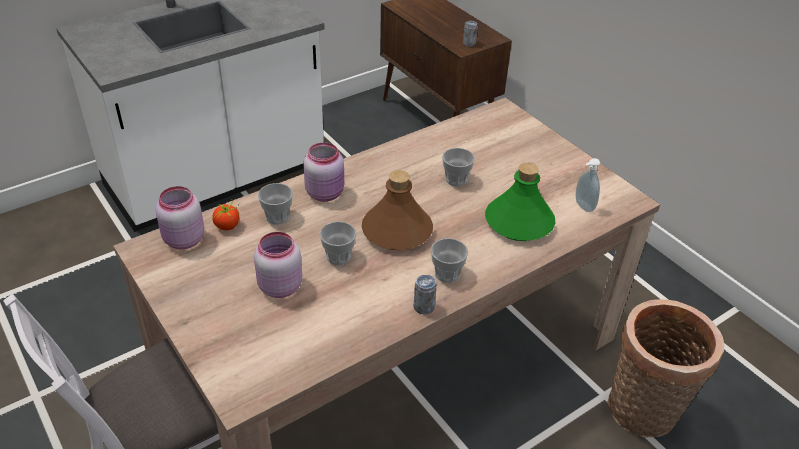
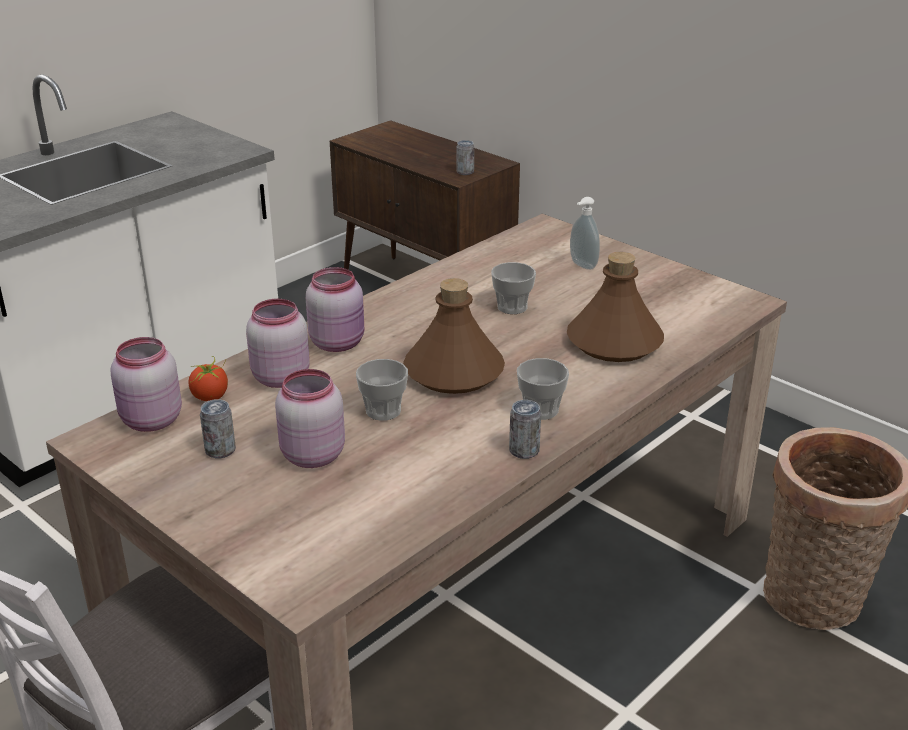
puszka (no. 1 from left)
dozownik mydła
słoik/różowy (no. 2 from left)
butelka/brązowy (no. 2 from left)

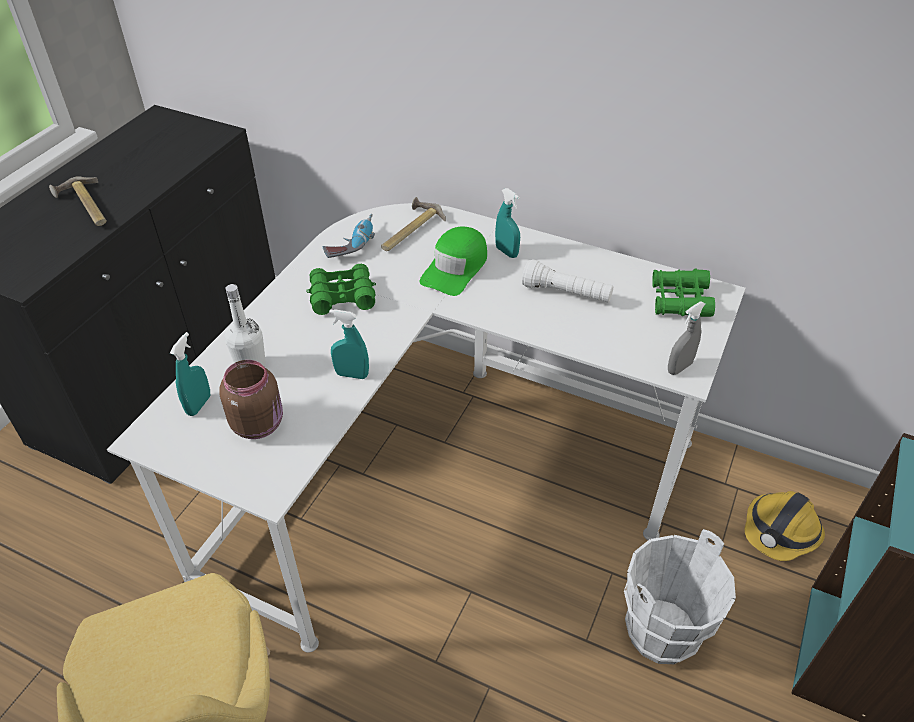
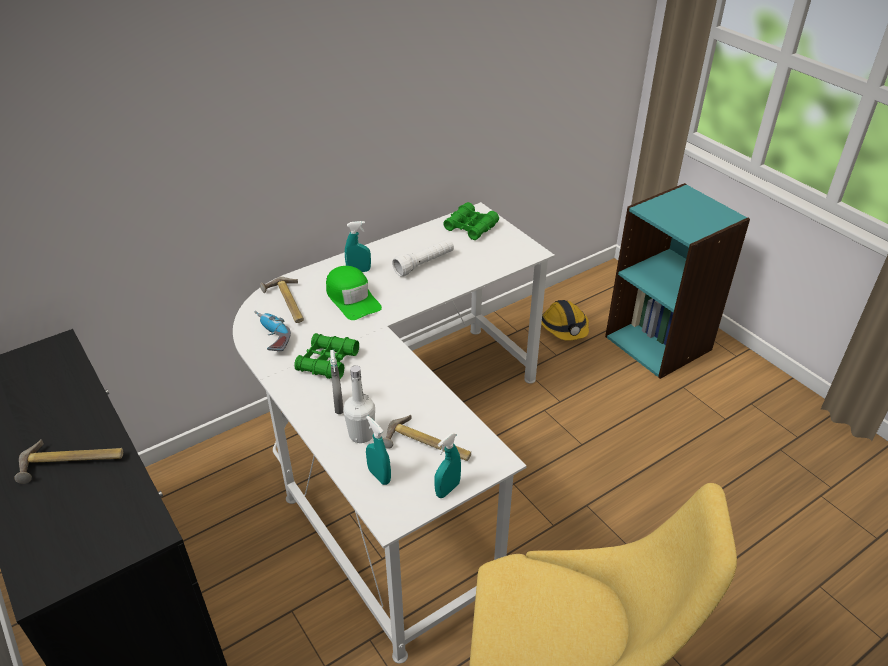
wiadro/biały
spryskiwacz/turkusowy (no. 3 from left)
spryskiwacz/szary
młotek (no. 3 from left)

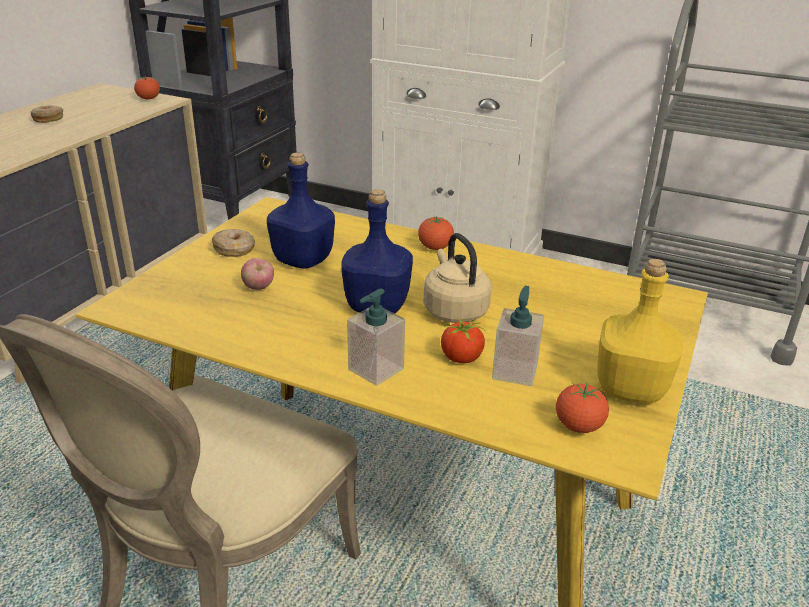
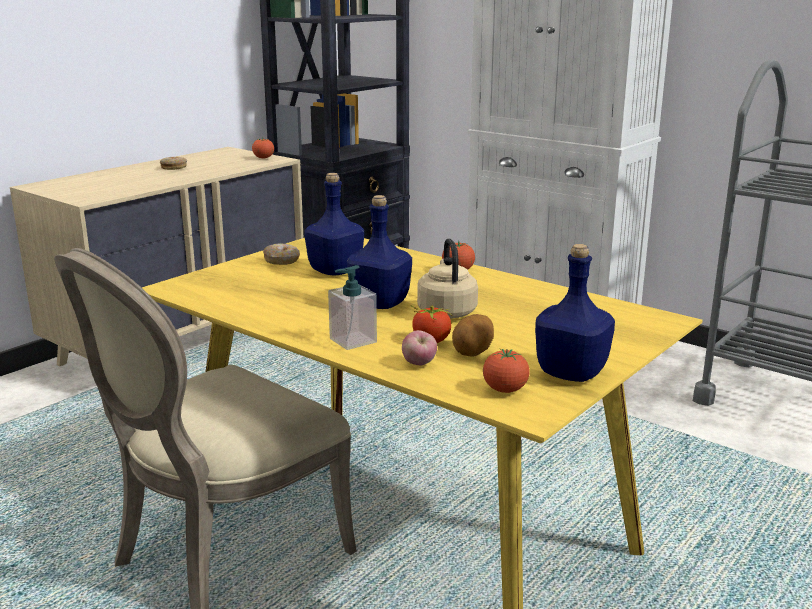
jabłko
ziemniak
butelka/niebieski (no. 3 from left)

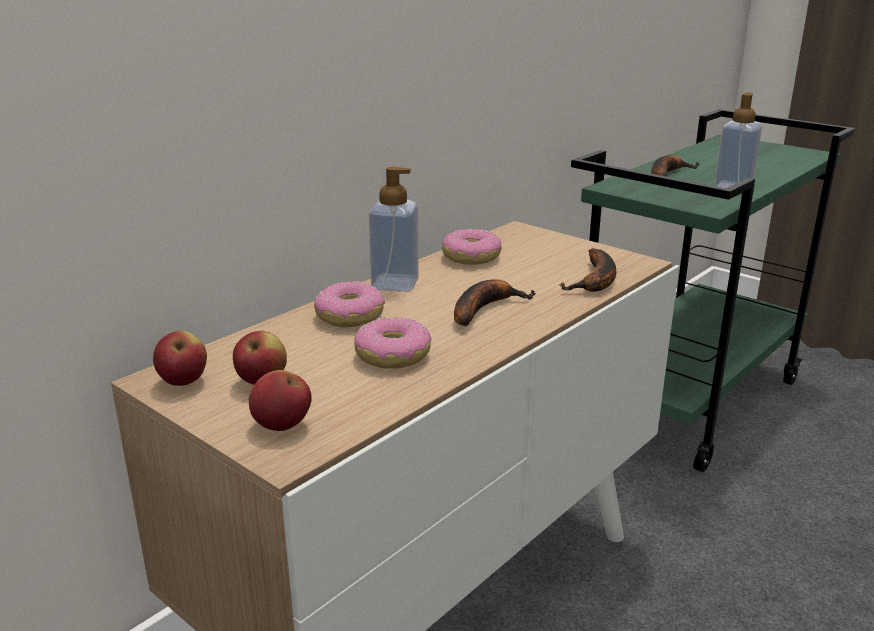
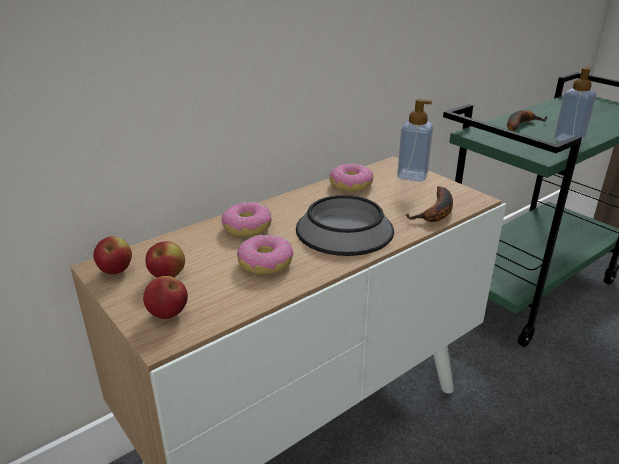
dozownik mydła (no. 1 from left)
miska

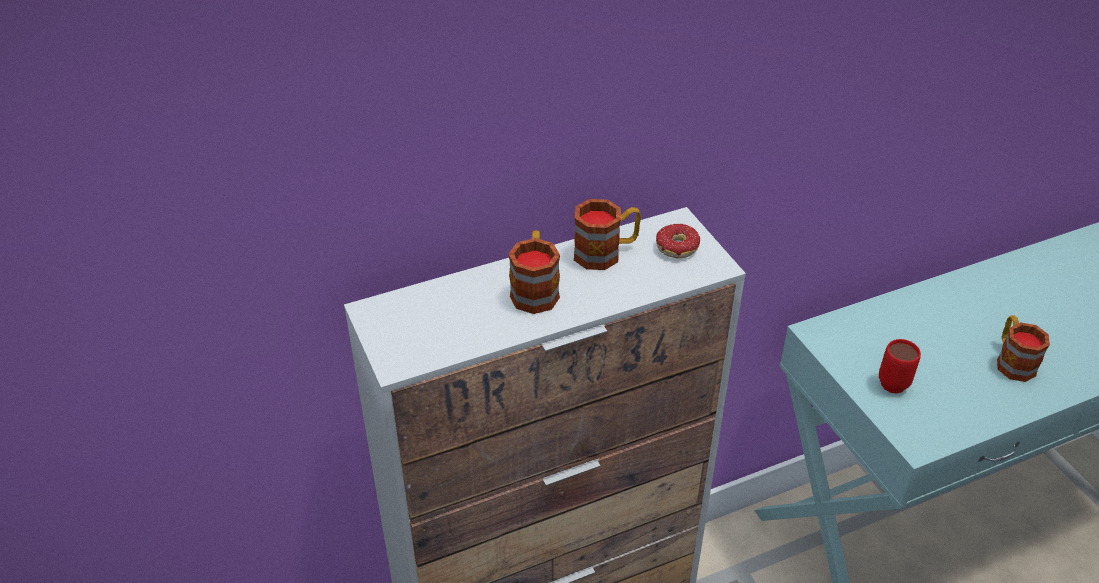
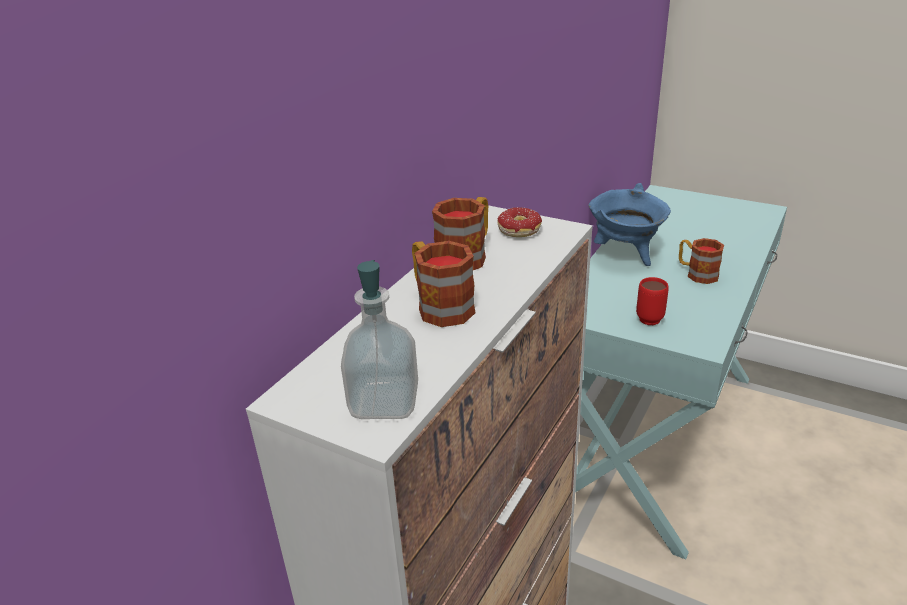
dozownik mydła
garnek/niebieski

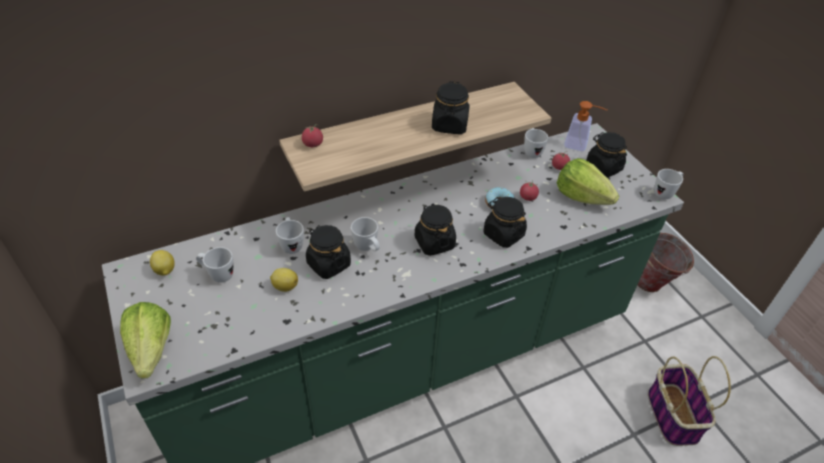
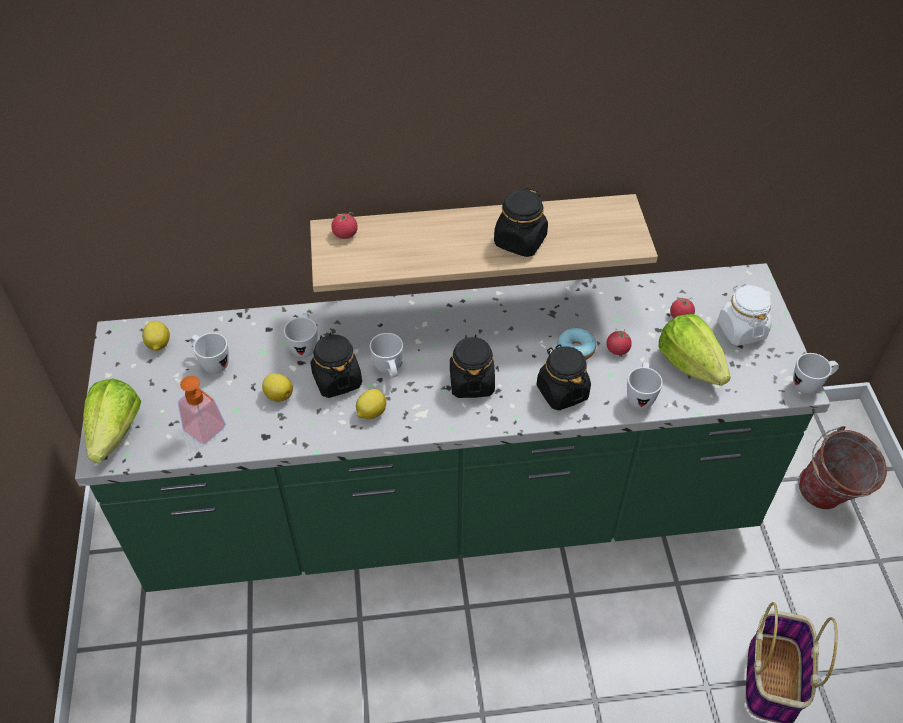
cytryna (no. 3 from left)
kubek/biały (no. 4 from left)
dozownik mydła
słoik/biały

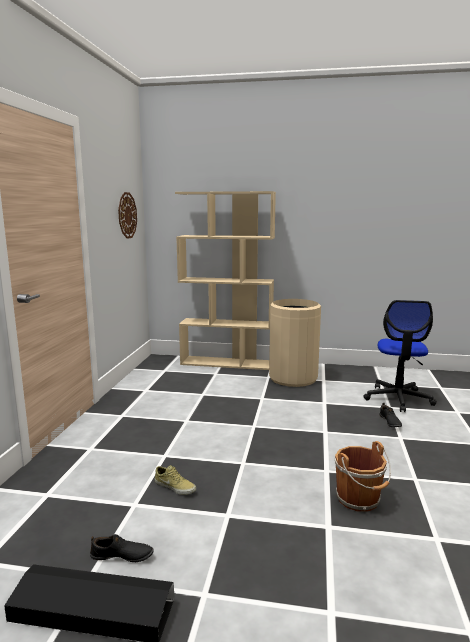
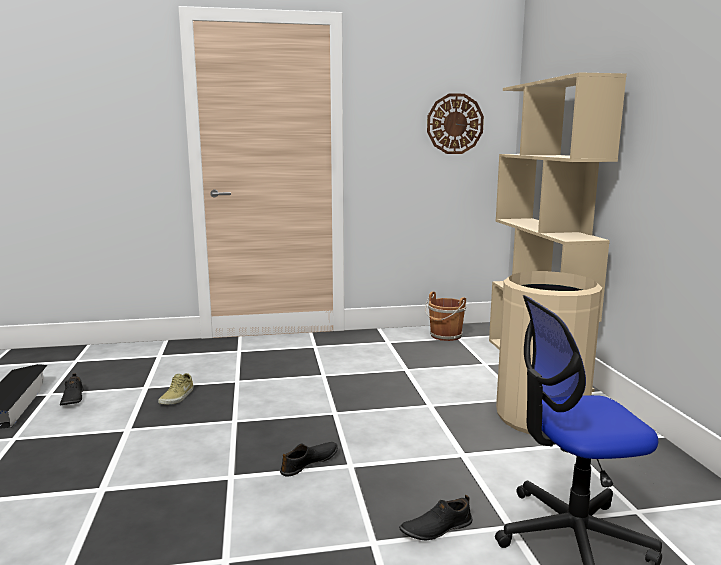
but/czarny (no. 2 from left)
wiadro/brązowy

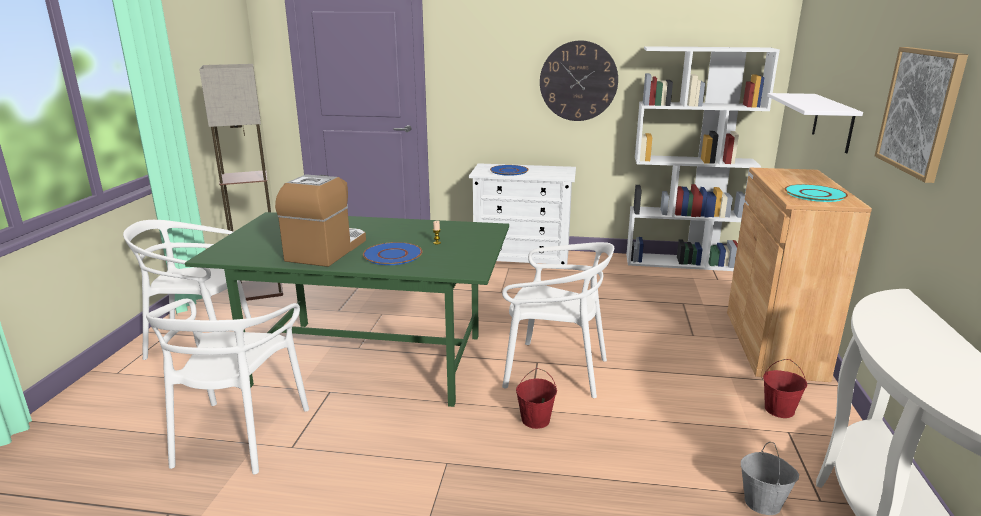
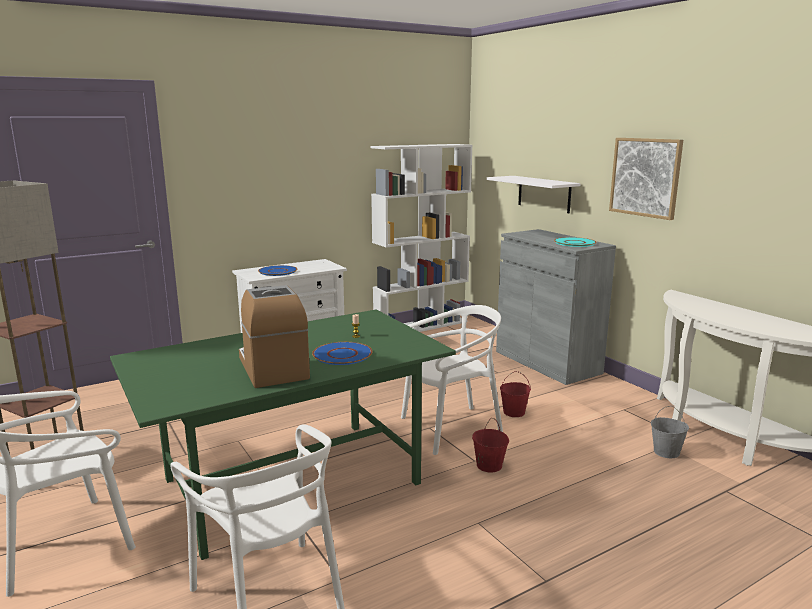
zegar ścienny
wiadro/czerwony (no. 2 from left)
szafka/szary

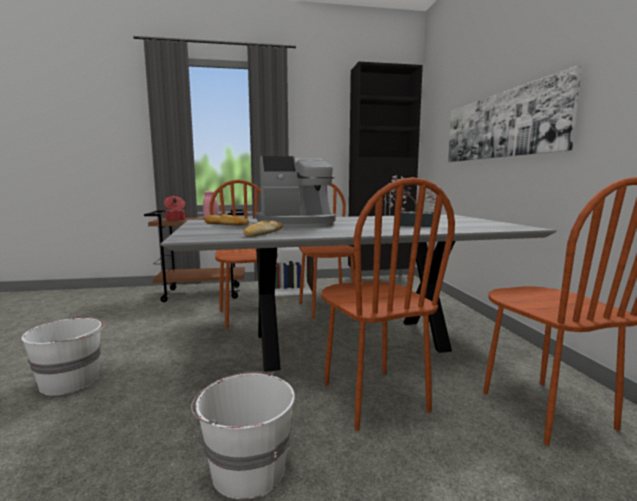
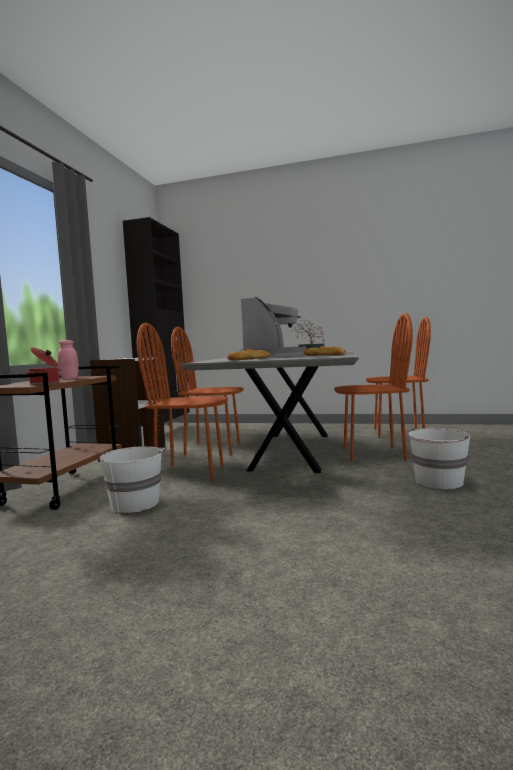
obraz
wiadro/biały (no. 1 from left)

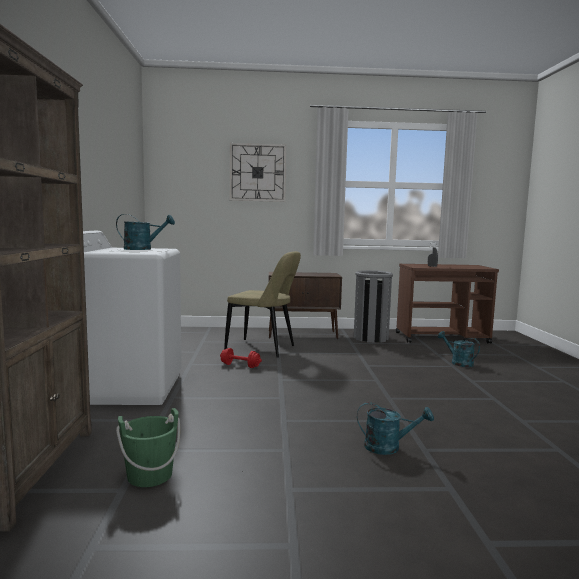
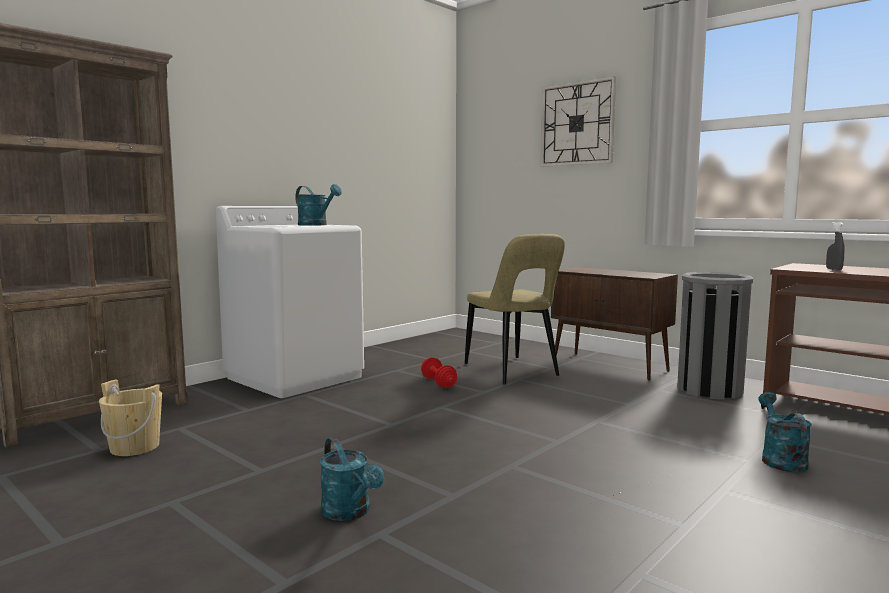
wiadro/beżowy

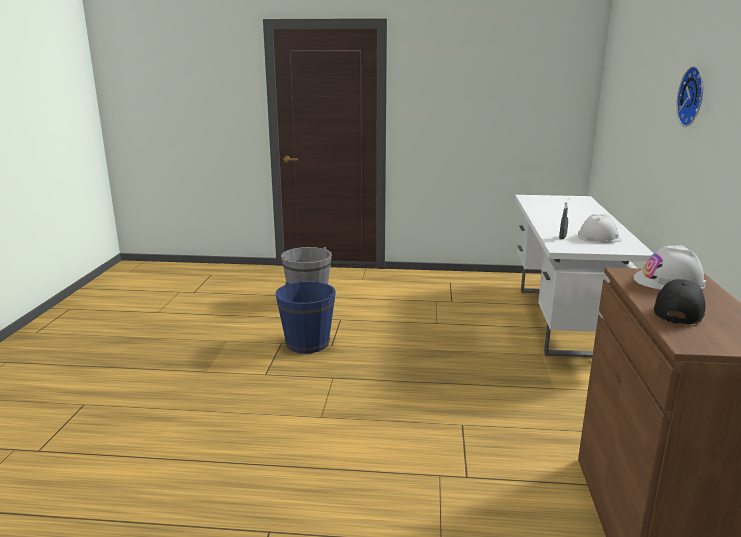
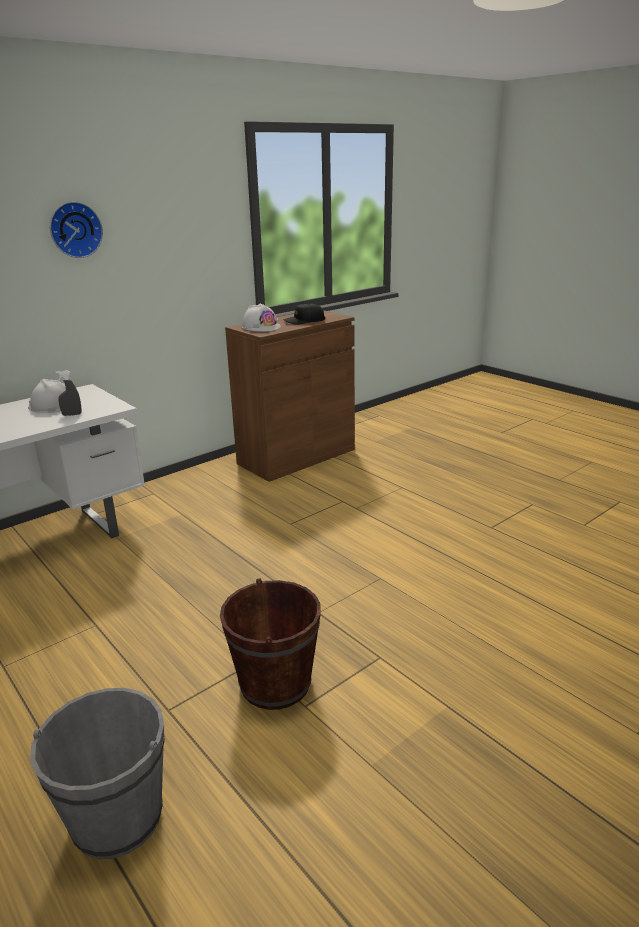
wiadro/brązowy

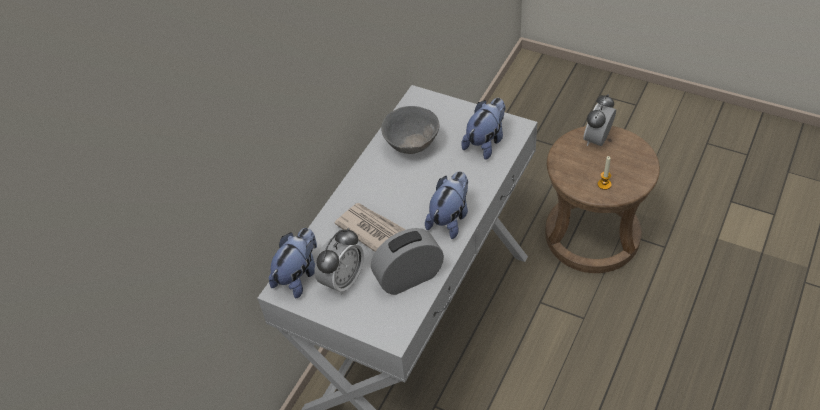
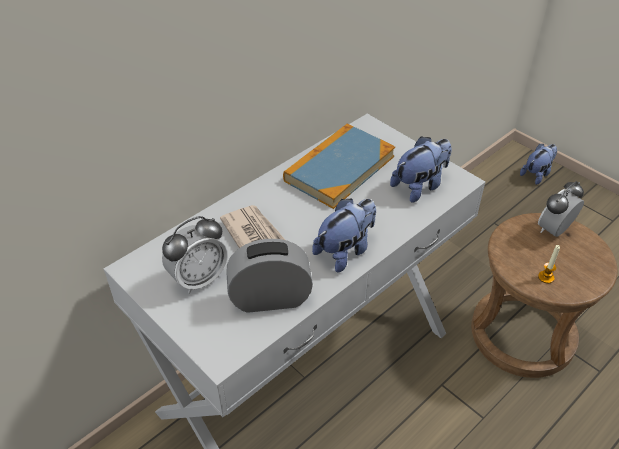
pluszak (no. 3 from left)
książka

